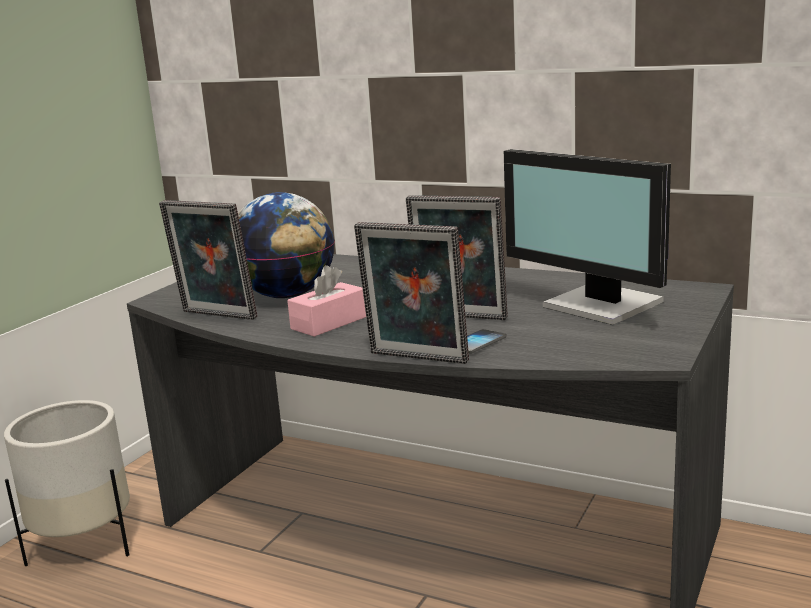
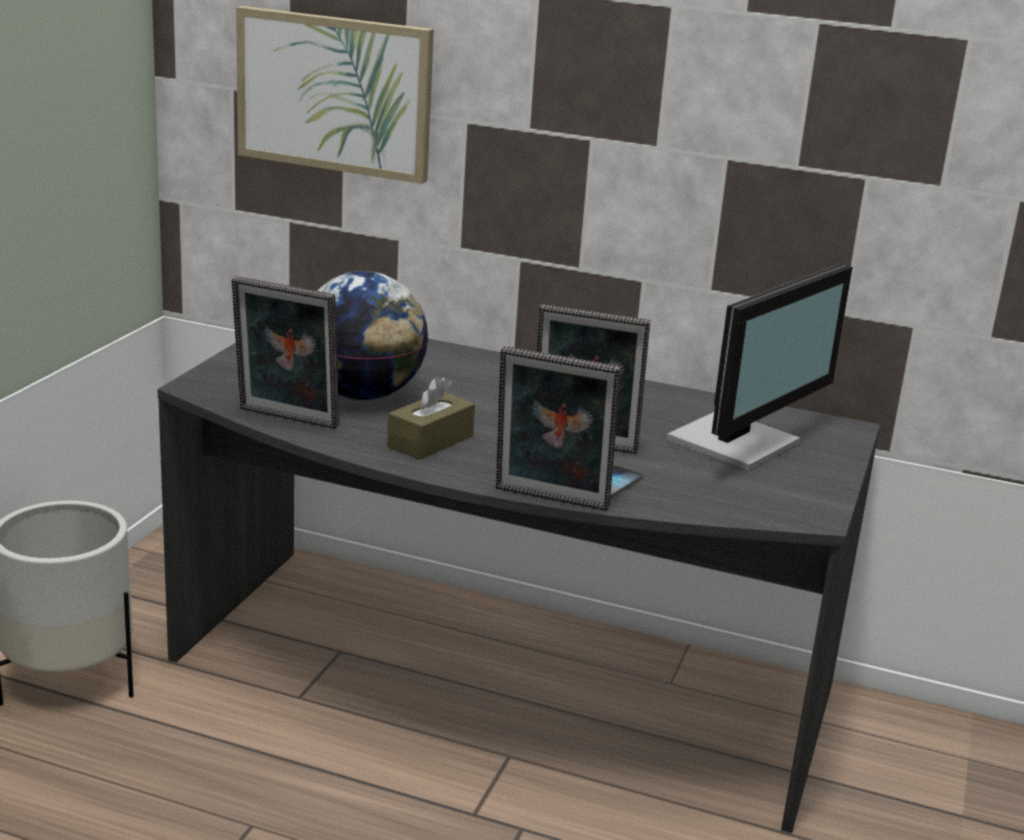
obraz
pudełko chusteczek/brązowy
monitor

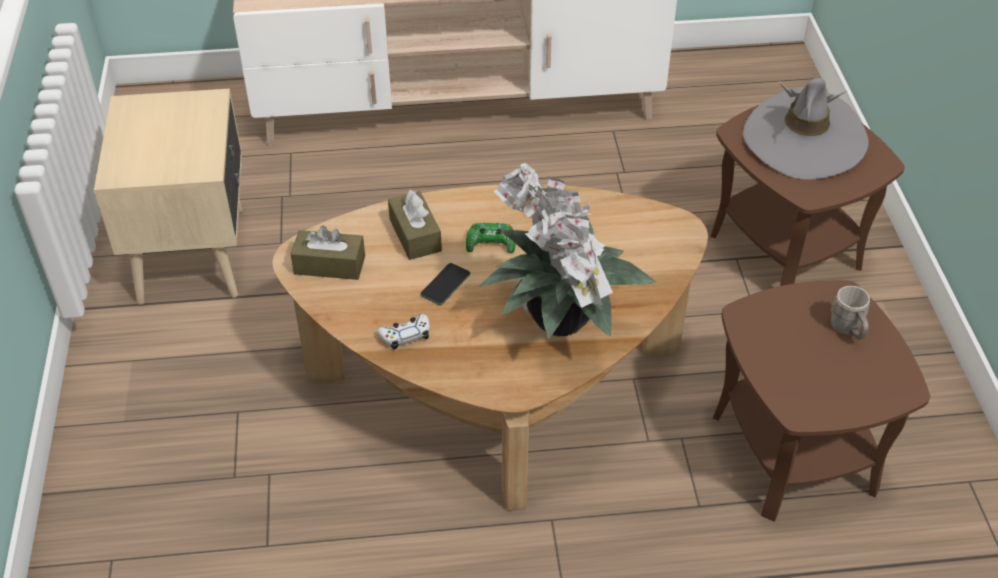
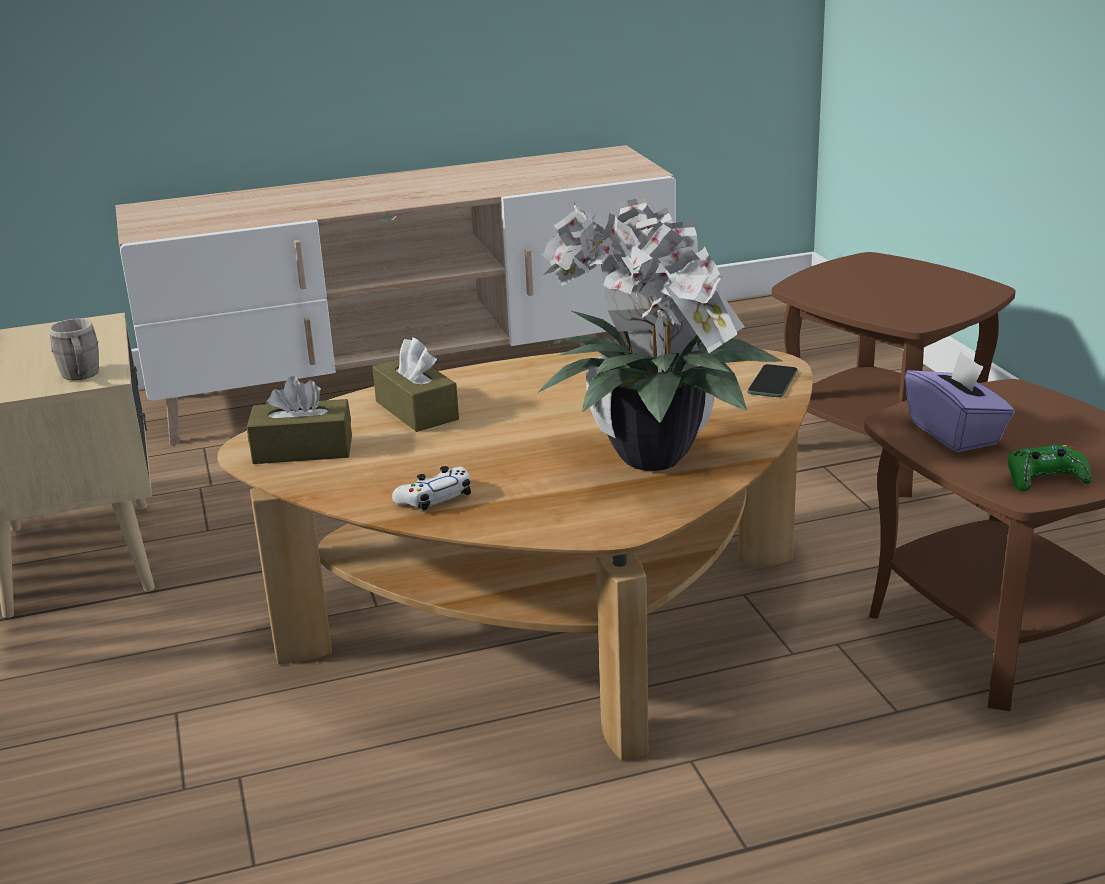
kapelusz/szary
pudełko chusteczek/fioletowy
telefon
pad do gier/zielony
kubek/szary

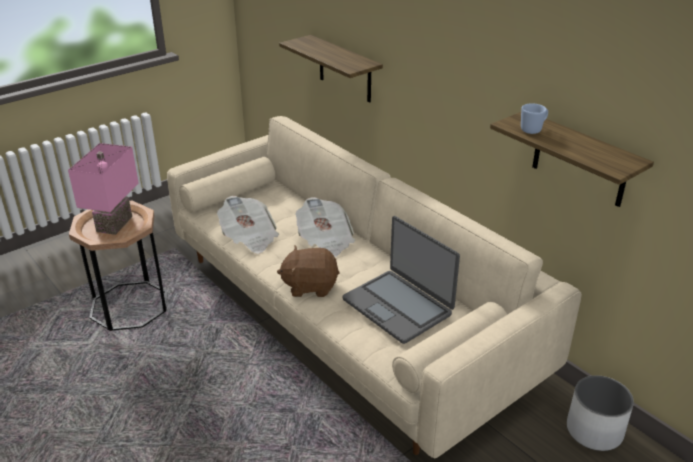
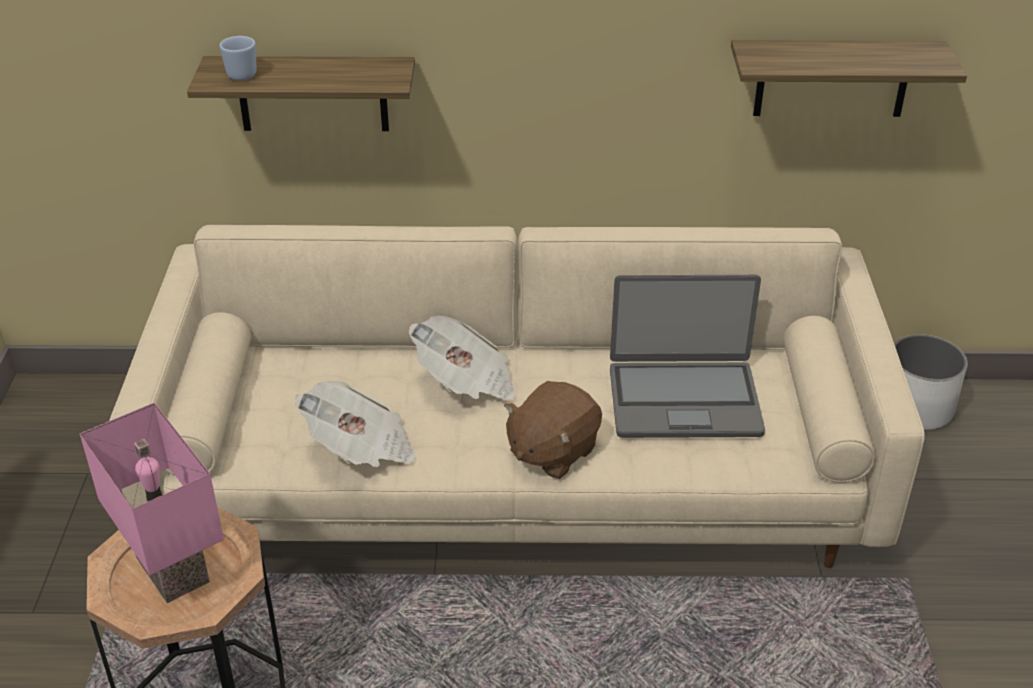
kubek/niebieski

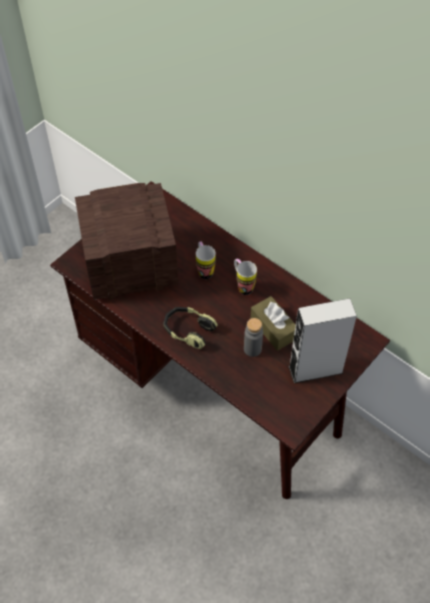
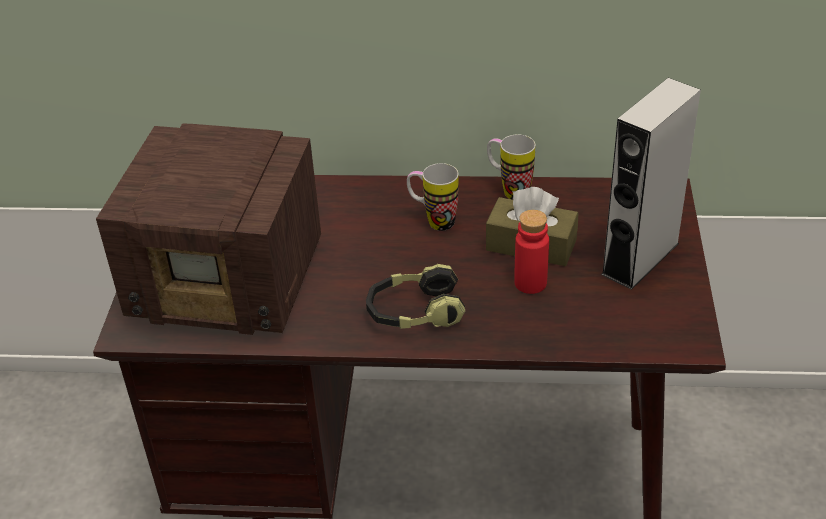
kubek (no. 2 from left)
butelka/czerwony
radio

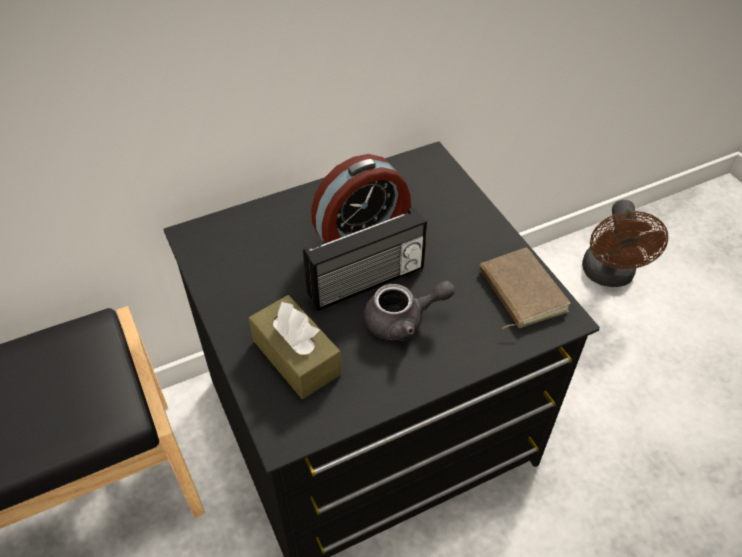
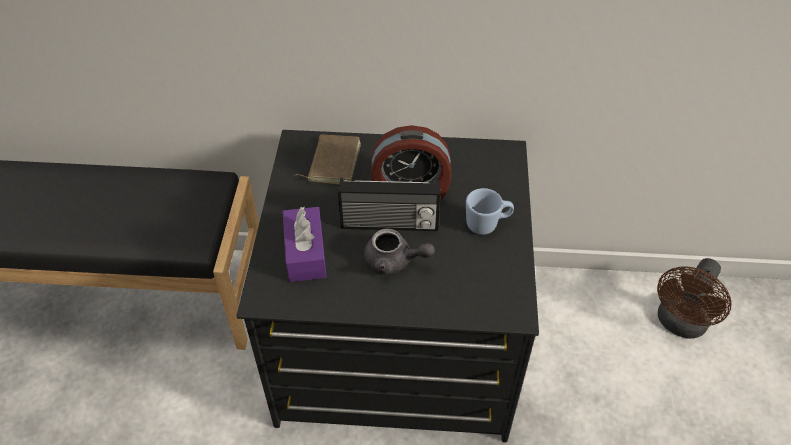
kubek/niebieski
książka/brązowy
pudełko chusteczek/fioletowy

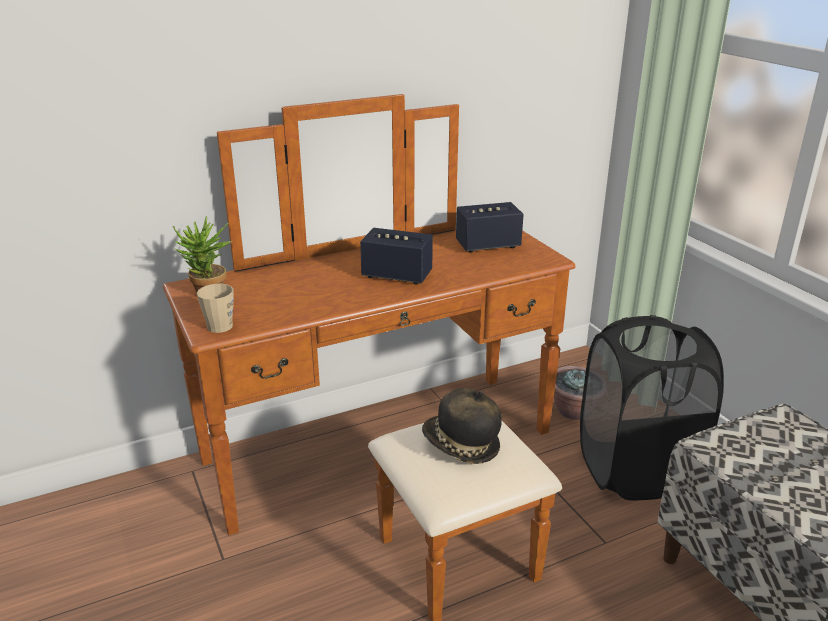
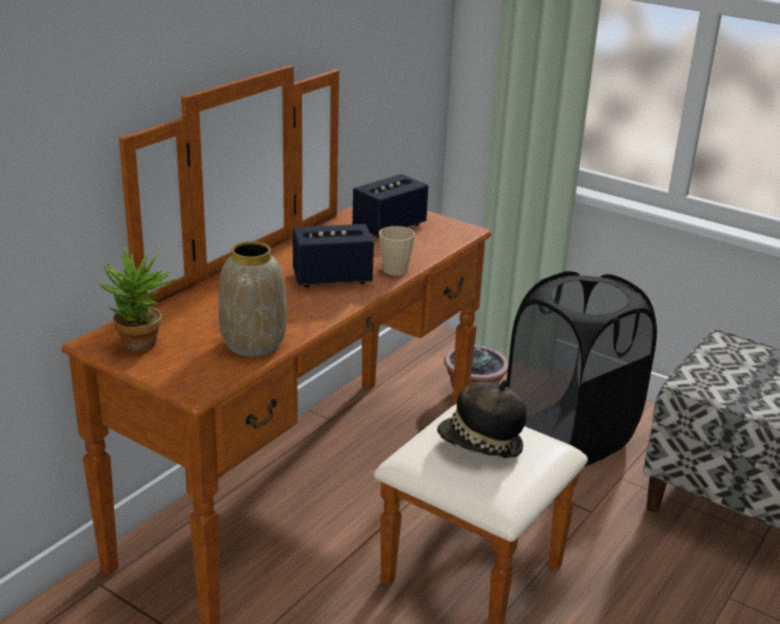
wazon
kubek/beżowy

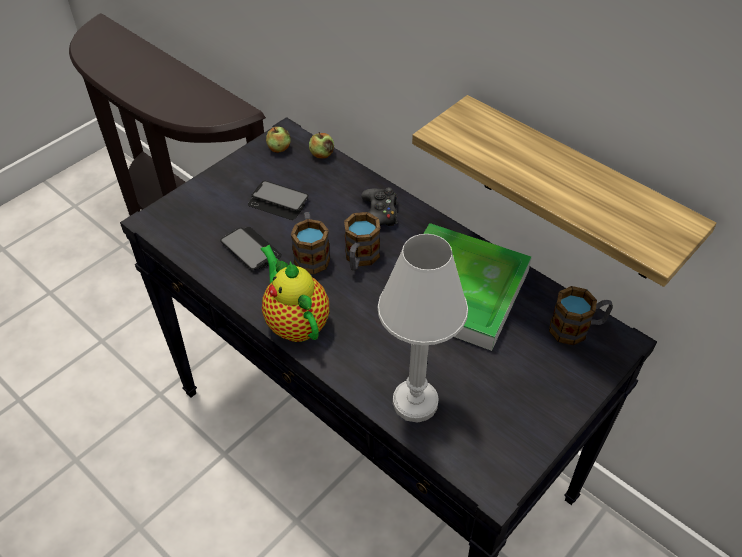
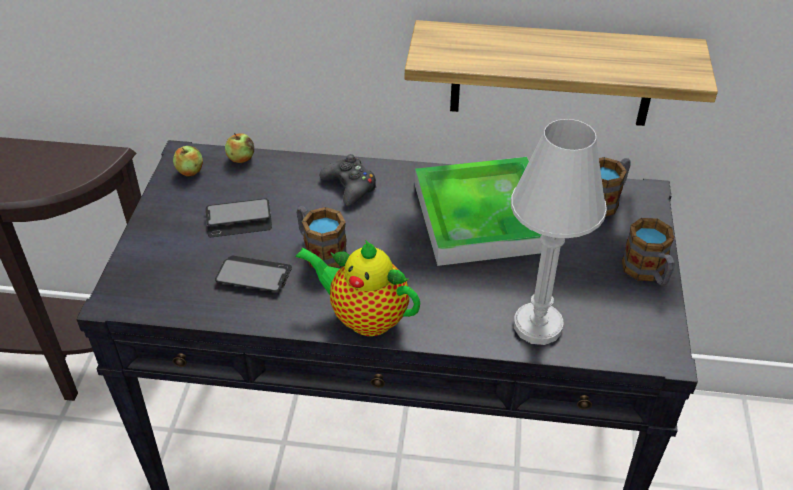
kubek (no. 3 from left)

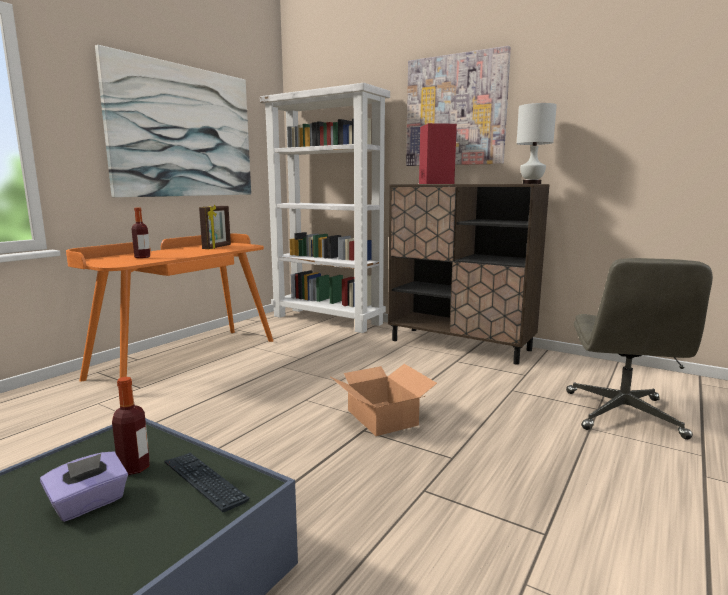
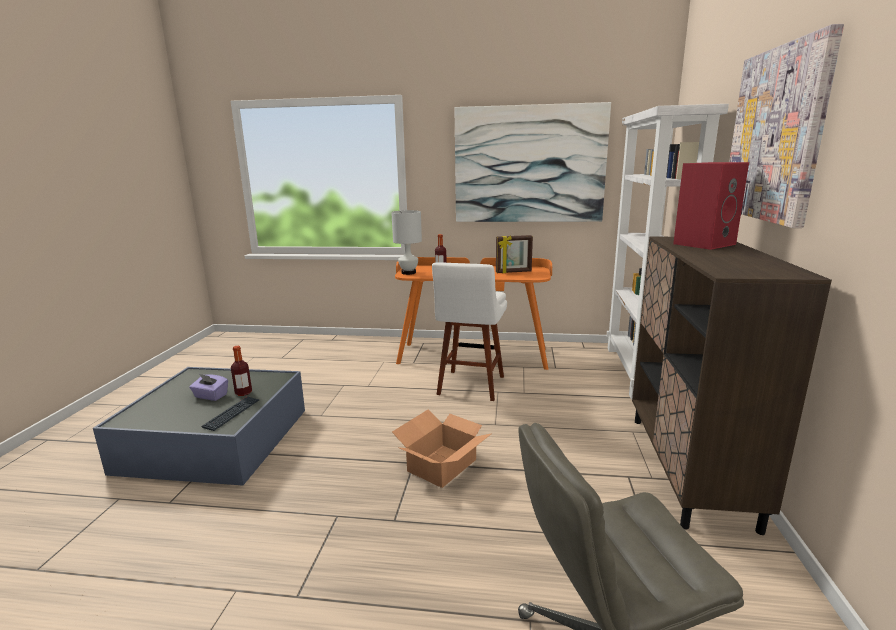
stołek/biały
lampa stołowa/biały

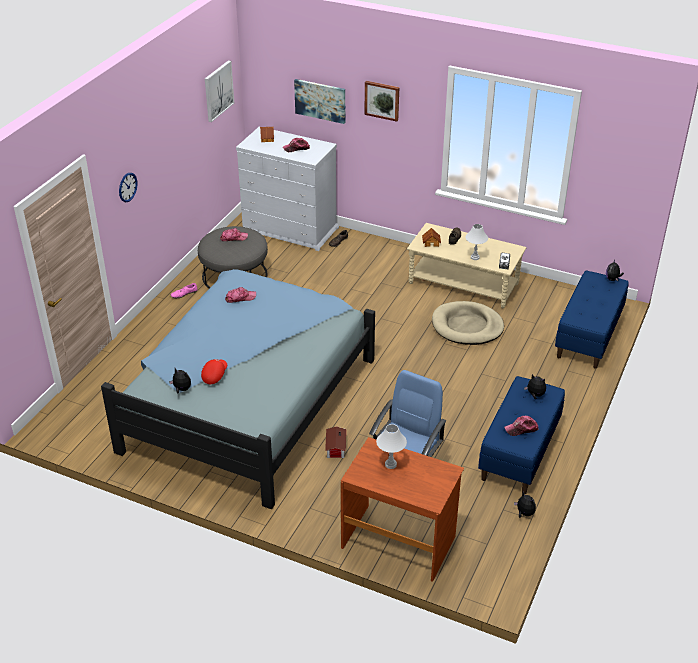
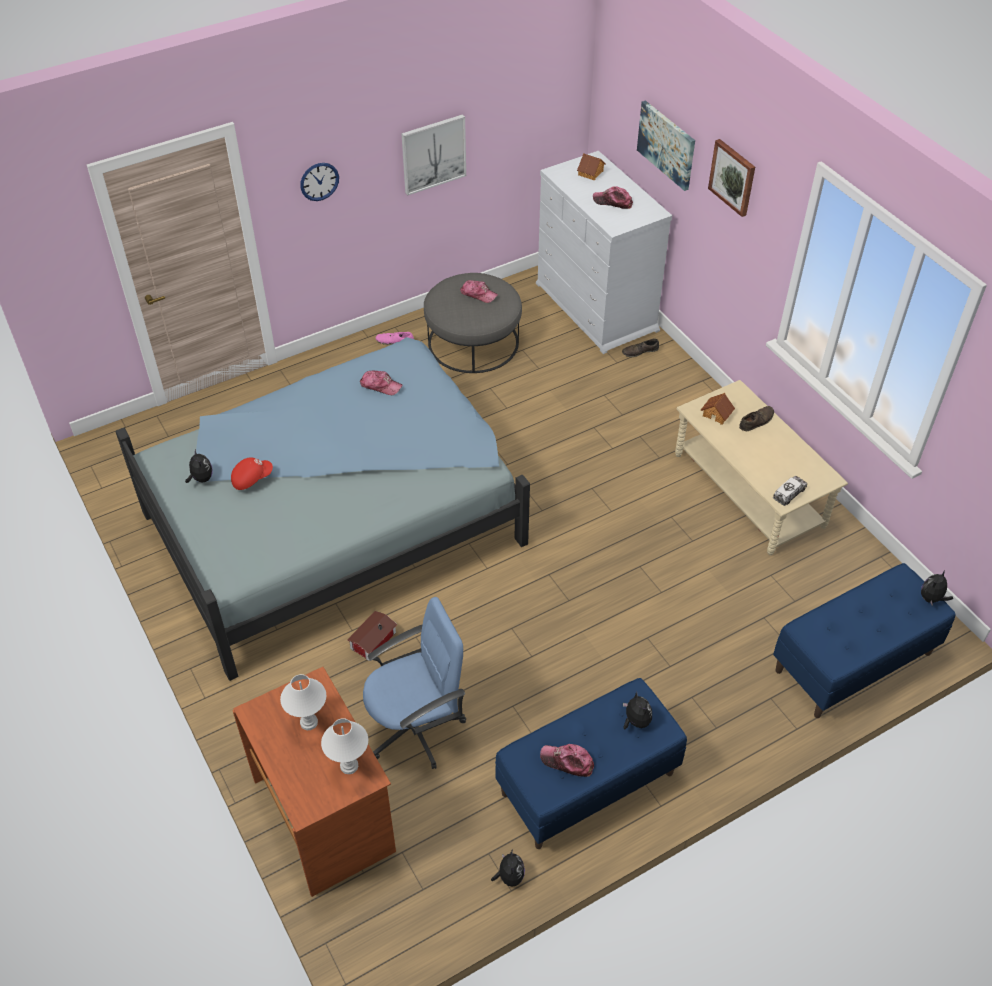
legowisko/beżowy
obraz (no. 1 from left)
lampa stołowa/biały (no. 2 from left)

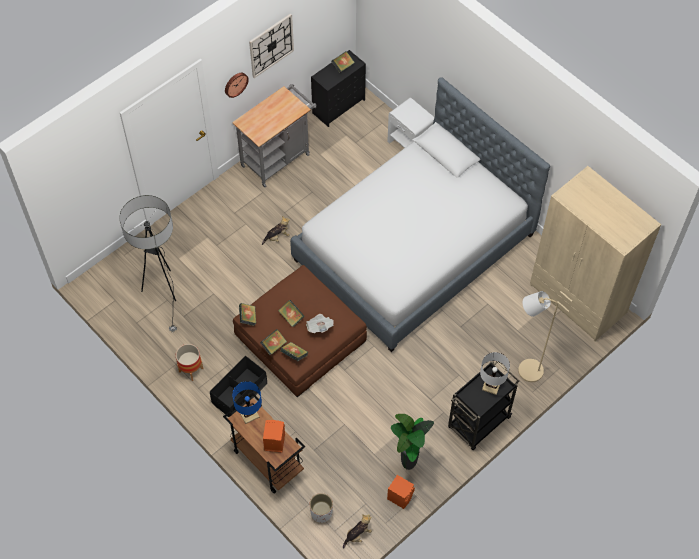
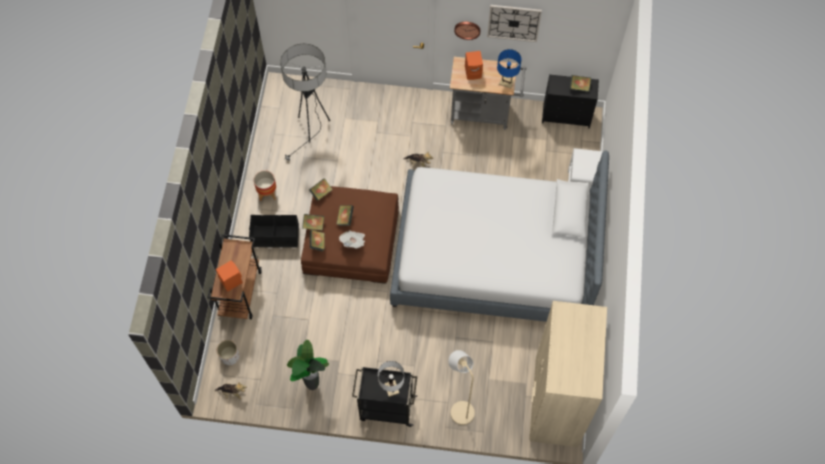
lampa stołowa/niebieski
głośnik/pomarańczowy (no. 2 from left)

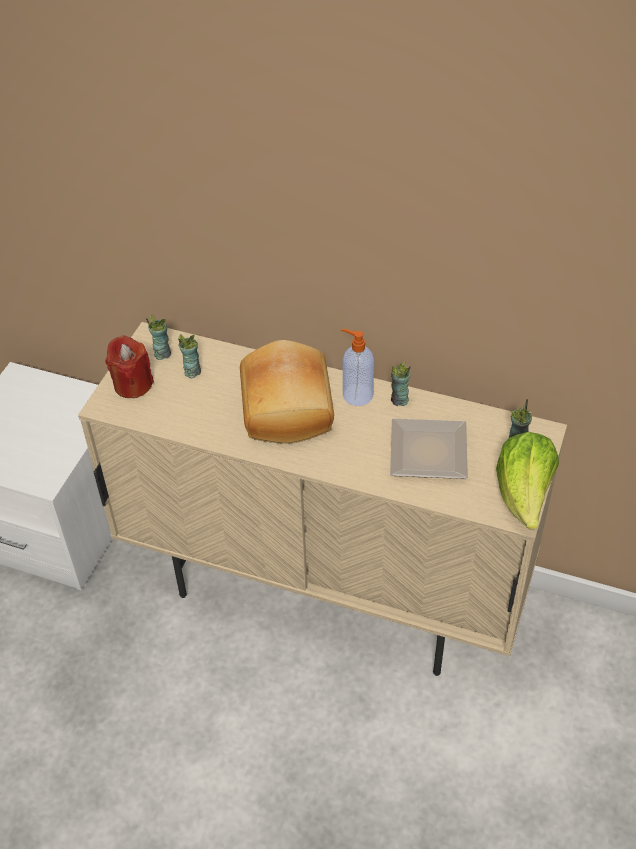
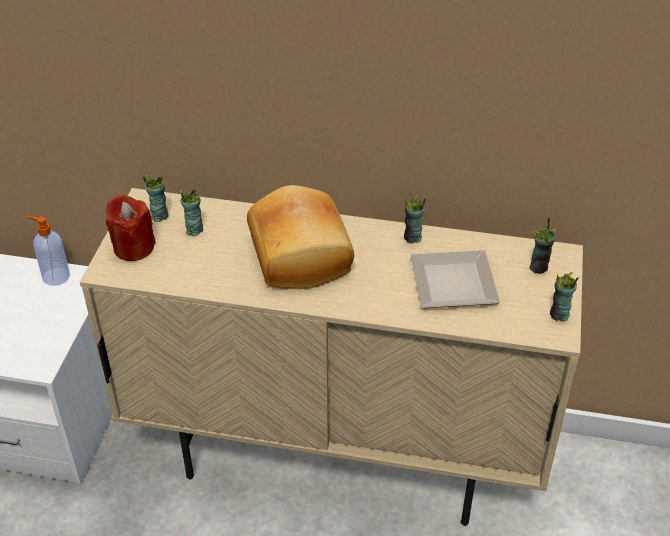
dozownik mydła
filiżanka (no. 5 from left)

